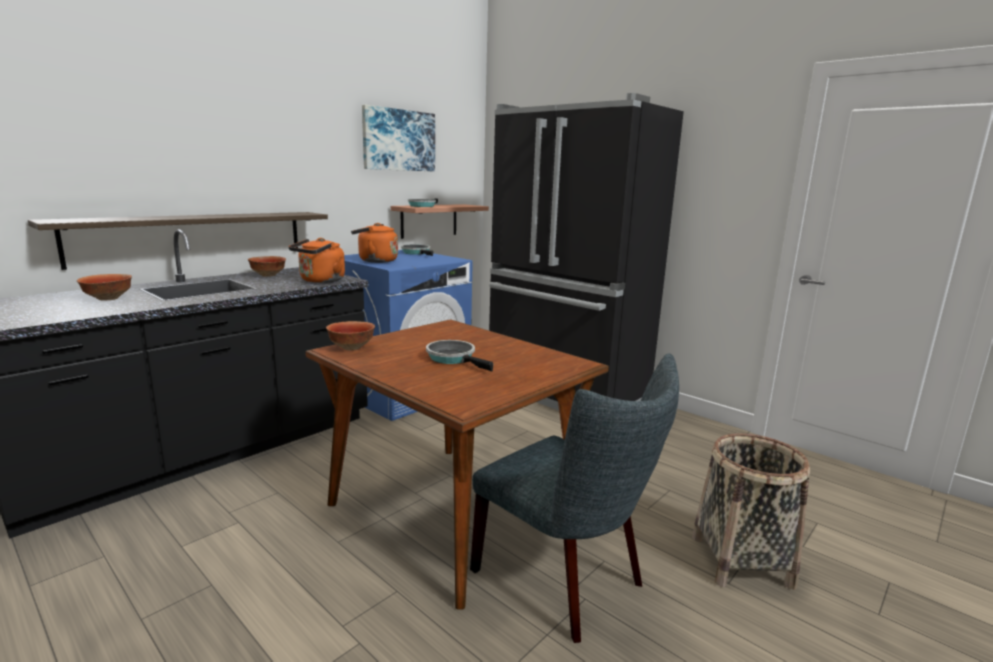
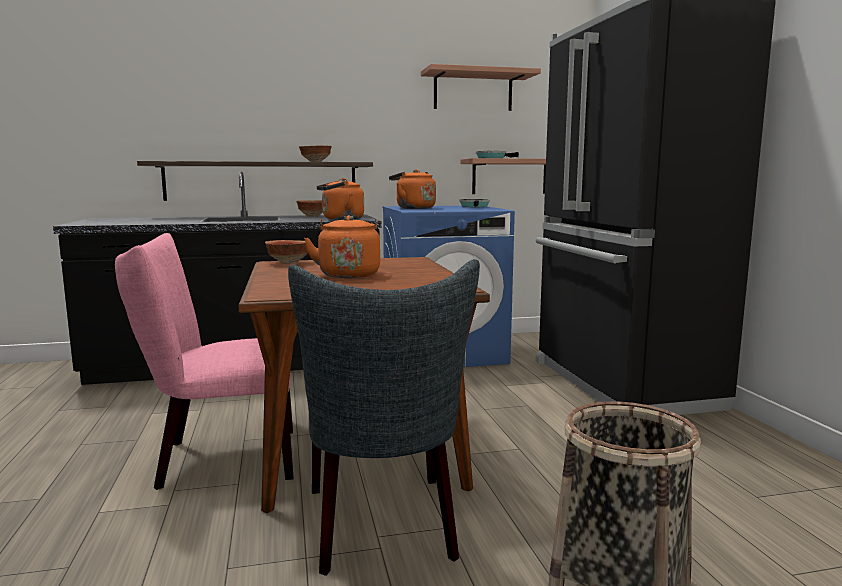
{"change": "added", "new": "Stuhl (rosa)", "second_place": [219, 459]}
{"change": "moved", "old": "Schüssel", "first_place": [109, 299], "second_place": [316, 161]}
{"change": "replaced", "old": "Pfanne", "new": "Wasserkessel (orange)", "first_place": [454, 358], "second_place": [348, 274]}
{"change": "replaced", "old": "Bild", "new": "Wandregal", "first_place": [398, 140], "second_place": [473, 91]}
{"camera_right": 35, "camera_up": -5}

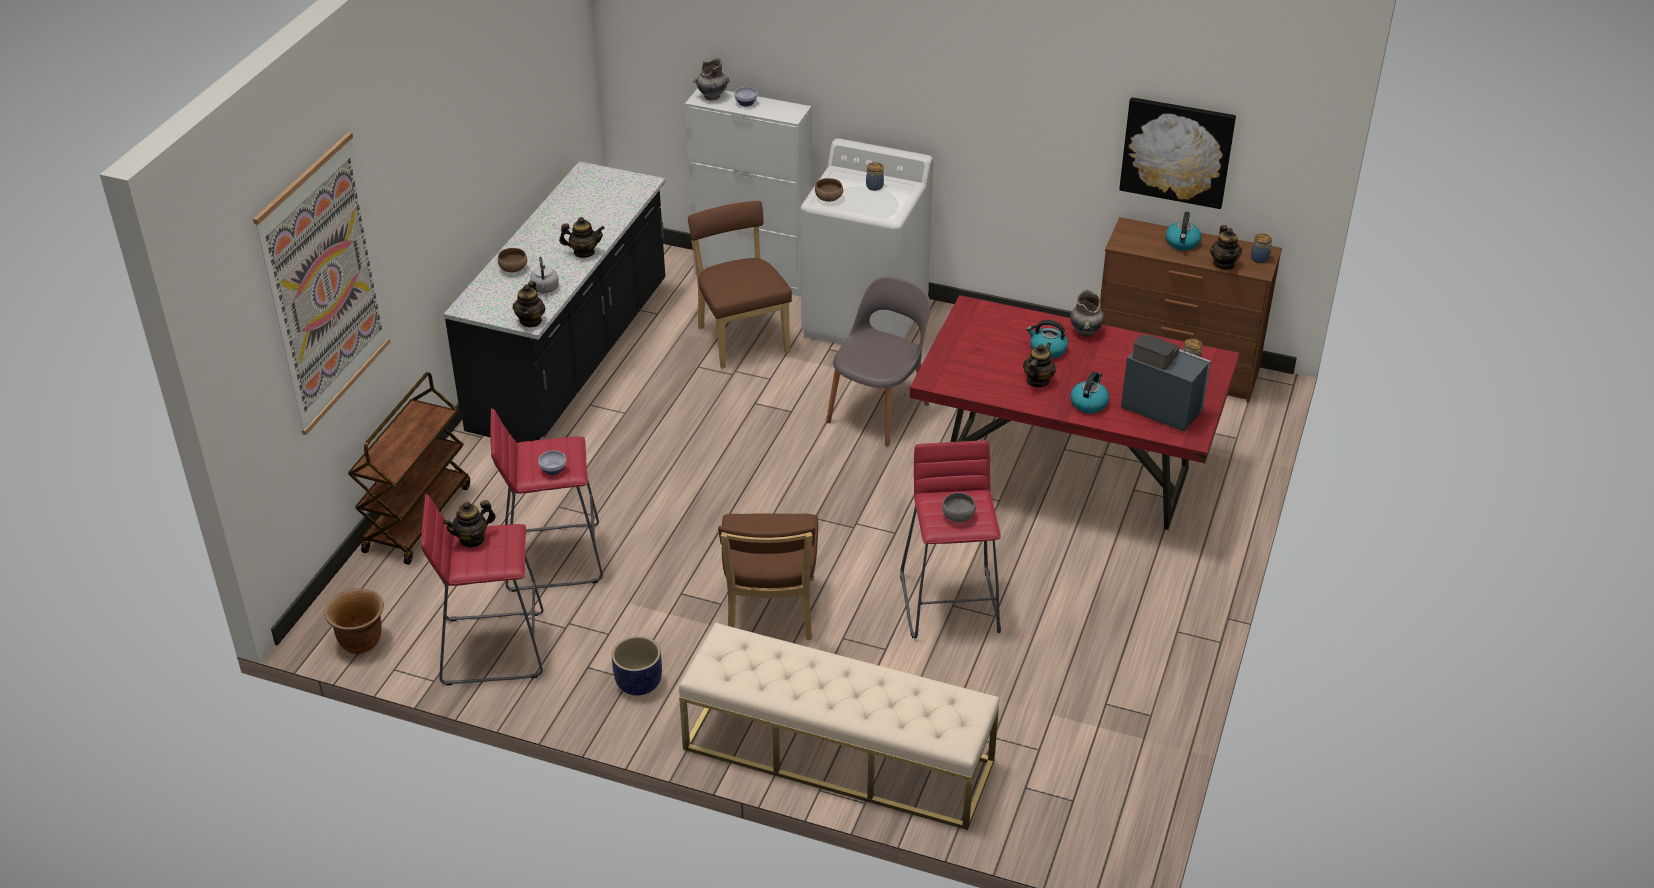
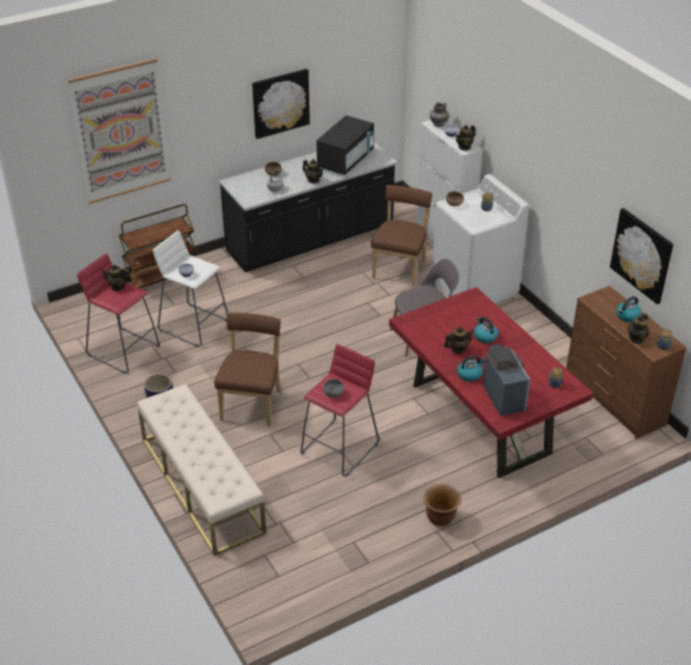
{"change": "recoloured", "old": "Hocker (rot)", "new": "Hocker (weiß)", "first_place": [552, 556], "second_place": [194, 325]}
{"change": "turned", "old": "Stuhl (braun)", "first_place": [770, 613], "second_place": [252, 403], "degrees": 150}
{"change": "added", "new": "Bild", "second_place": [280, 103]}
{"change": "added", "new": "Mikrowelle (schwarz)", "second_place": [345, 160]}
{"change": "moved", "old": "Pflanzkübel (braun)", "first_place": [361, 642], "second_place": [440, 518]}
{"change": "moved", "old": "Teekanne", "first_place": [531, 321], "second_place": [464, 147]}
{"change": "removed", "old": "Vase (grau)", "first_place": [1085, 332]}
{"camera_right": 40, "camera_up": 0}

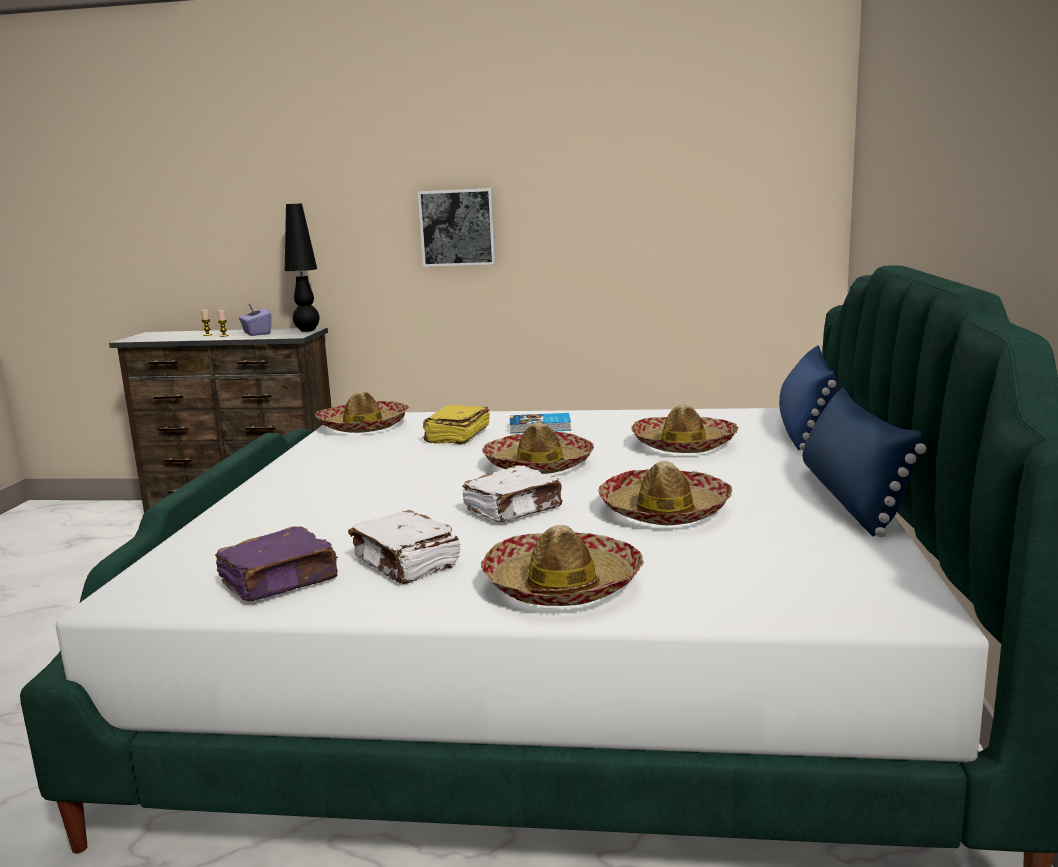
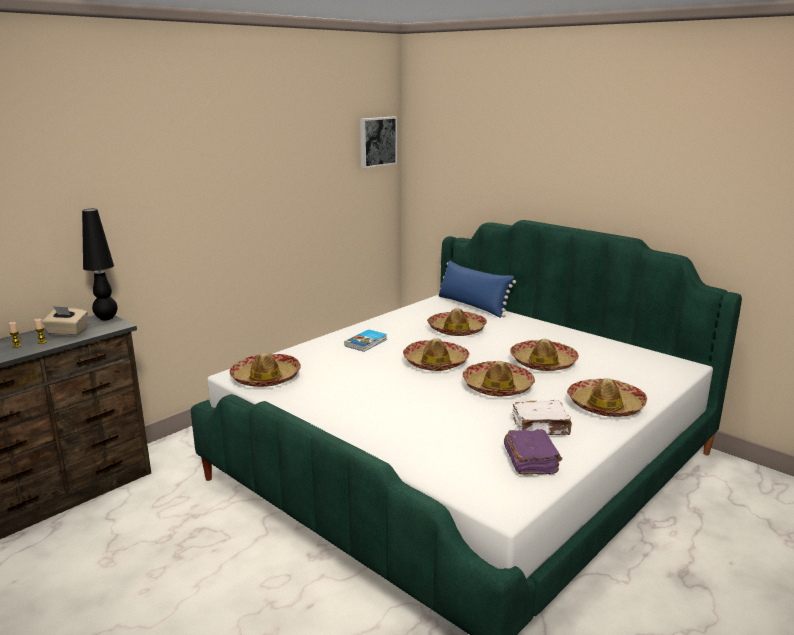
{"change": "recoloured", "old": "Taschentuchbox (lila)", "new": "Taschentuchbox (beige)", "first_place": [256, 333], "second_place": [67, 332]}
{"change": "moved", "old": "Bild", "first_place": [458, 227], "second_place": [377, 141]}
{"change": "replaced", "old": "Buch (weiß)", "new": "Hut", "first_place": [514, 510], "second_place": [498, 387]}
{"change": "removed", "old": "Buch (gelb)", "first_place": [457, 436]}
{"change": "removed", "old": "Kissen (blau)", "first_place": [851, 499]}
{"camera_right": -55, "camera_up": 5}

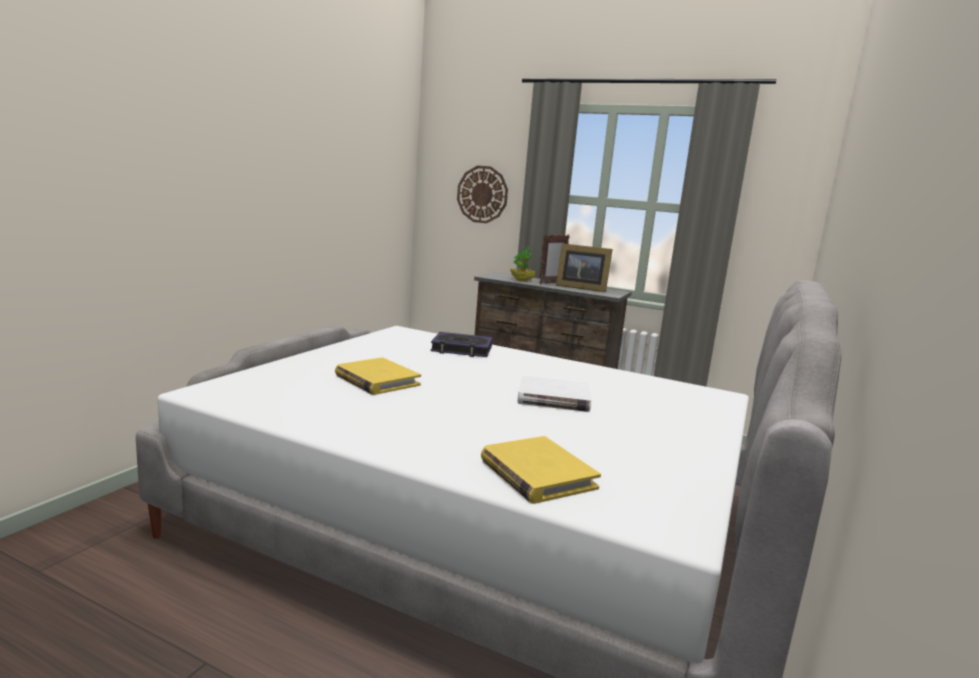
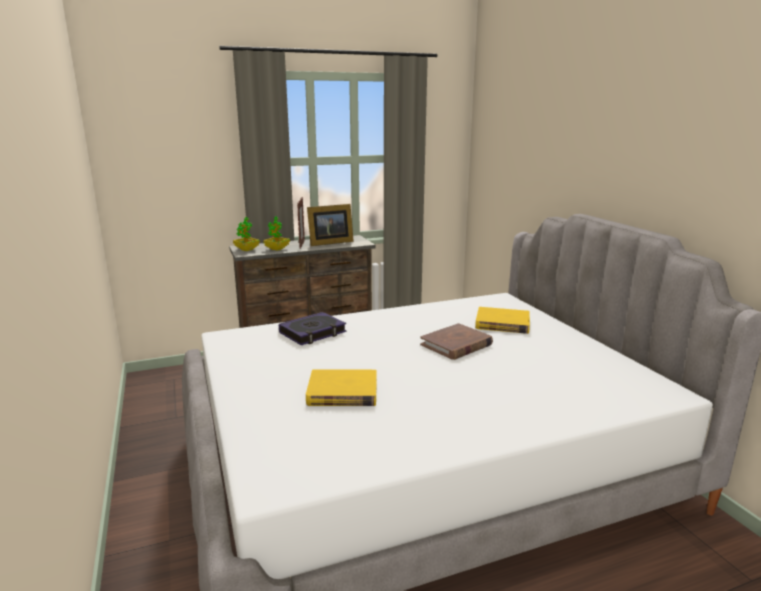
{"change": "added", "new": "Topfpflanze", "second_place": [247, 249]}
{"change": "recoloured", "old": "Buch (weiß)", "new": "Buch (braun)", "first_place": [553, 398], "second_place": [456, 345]}
{"change": "moved", "old": "Buch (gelb)", "first_place": [537, 474], "second_place": [502, 323]}
{"change": "removed", "old": "Wanduhr", "first_place": [482, 194]}
{"camera_right": -45, "camera_up": 5}

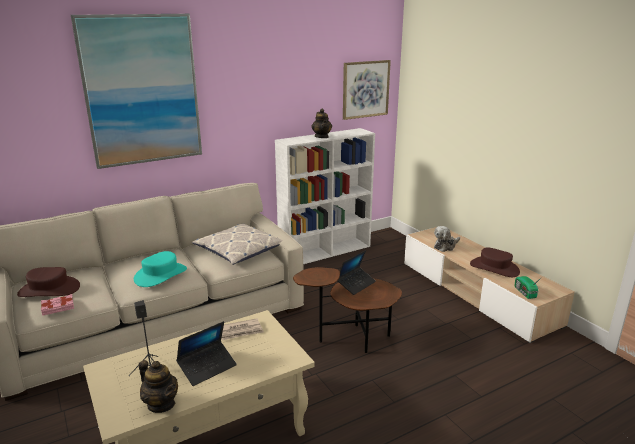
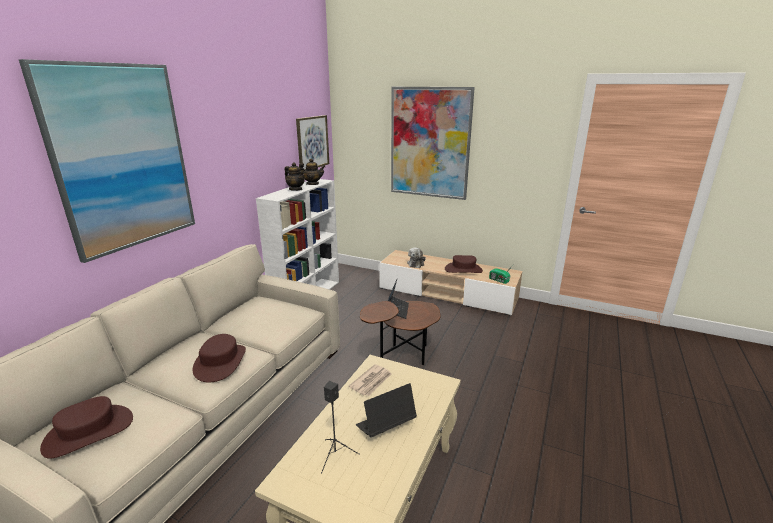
{"change": "recoloured", "old": "Hut (türkis)", "new": "Hut (braun)", "first_place": [161, 275], "second_place": [220, 362]}
{"change": "moved", "old": "Teekanne", "first_place": [161, 404], "second_place": [312, 184]}
{"change": "turned", "old": "Laptop", "first_place": [207, 367], "second_place": [385, 426], "degrees": -135}
{"change": "added", "new": "Bild", "second_place": [429, 143]}
{"change": "removed", "old": "Buch (rosa)", "first_place": [58, 307]}
{"change": "removed", "old": "Kissen", "first_place": [239, 250]}
{"camera_right": -35, "camera_up": 0}

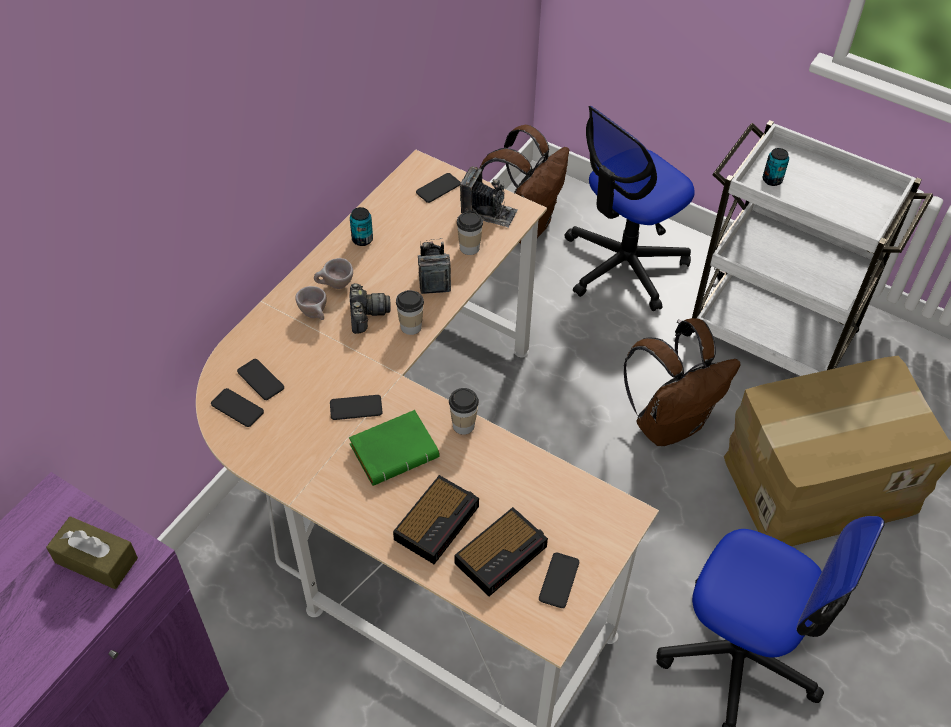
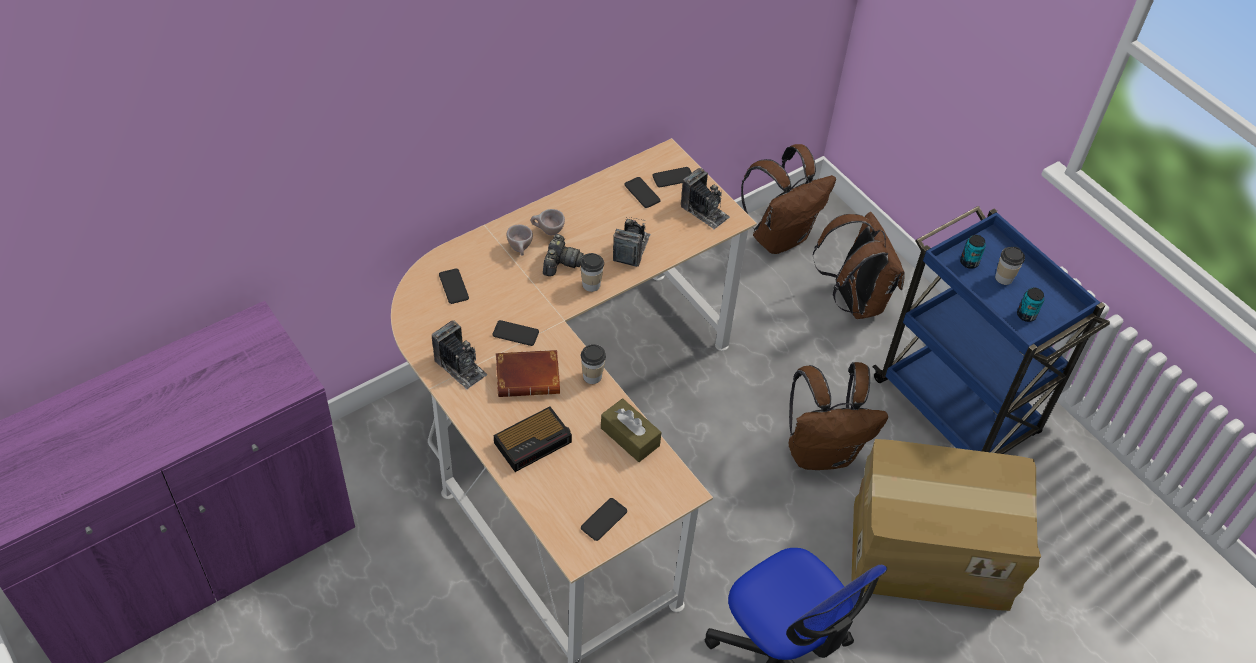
{"change": "added", "new": "Kamera", "second_place": [460, 367]}
{"change": "recoloured", "old": "Buch (grün)", "new": "Buch (braun)", "first_place": [395, 450], "second_place": [529, 376]}
{"change": "moved", "old": "Taschentuchbox (braun)", "first_place": [96, 560], "second_place": [630, 437]}
{"change": "moved", "old": "Handy", "first_place": [237, 408], "second_place": [642, 193]}
{"change": "replaced", "old": "Bürostuhl", "new": "Rucksack (braun)", "first_place": [623, 265], "second_place": [853, 300]}
{"change": "recoloured", "old": "Rollwagen (weiß)", "new": "Rollwagen (blau)", "first_place": [771, 336], "second_place": [958, 410]}
{"change": "moved", "old": "Tasse", "first_place": [469, 248], "second_place": [1004, 278]}
{"change": "moved", "old": "Dose", "first_place": [362, 239], "second_place": [1026, 315]}
{"change": "removed", "old": "Wecker", "first_place": [502, 553]}
{"camera_right": 20, "camera_up": 0}

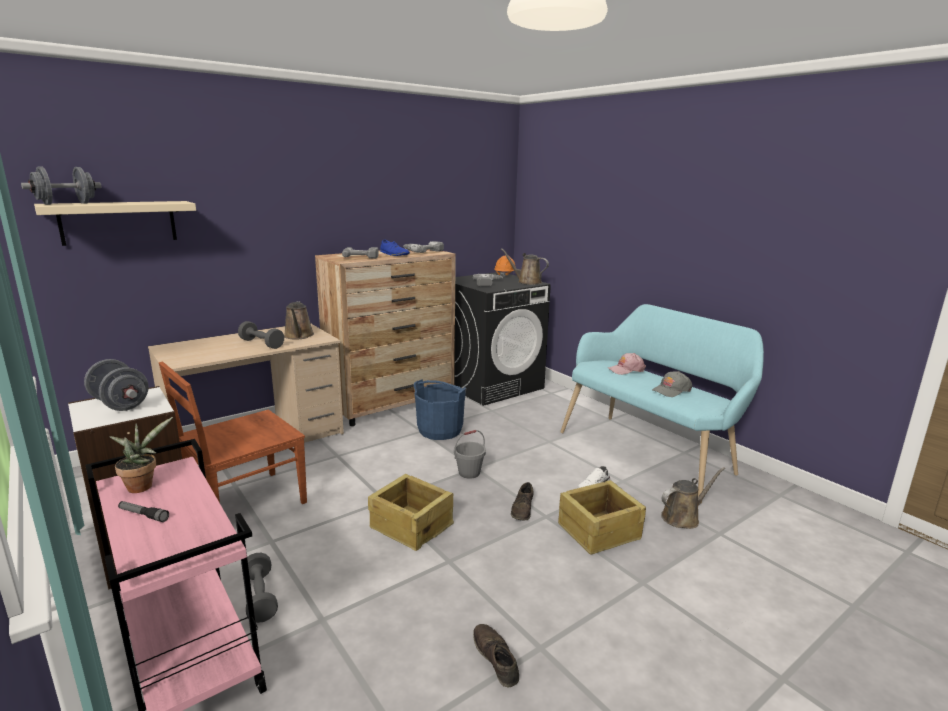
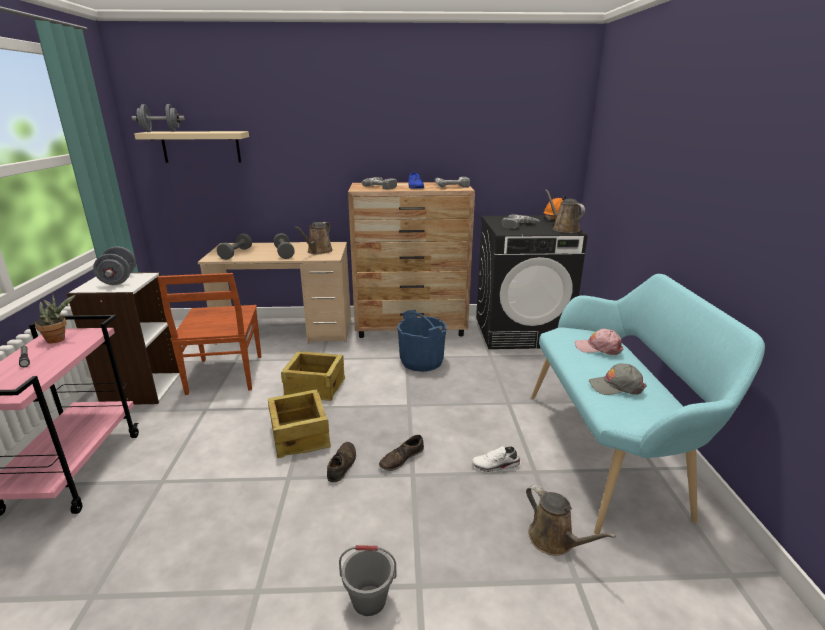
{"change": "turned", "old": "Stuhl (braun)", "first_place": [245, 503], "second_place": [225, 375], "degrees": -90}
{"change": "moved", "old": "Hantel (grau)", "first_place": [260, 597], "second_place": [236, 254]}
{"change": "moved", "old": "Kiste", "first_place": [598, 530], "second_place": [315, 387]}
{"change": "moved", "old": "Schuh (braun)", "first_place": [495, 658], "second_place": [342, 465]}
{"change": "moved", "old": "Eimer (grau)", "first_place": [469, 472], "second_place": [369, 599]}
{"change": "turned", "old": "Gießkanne (braun)", "first_place": [683, 517], "second_place": [554, 540], "degrees": 45}
{"camera_right": 35, "camera_up": 5}

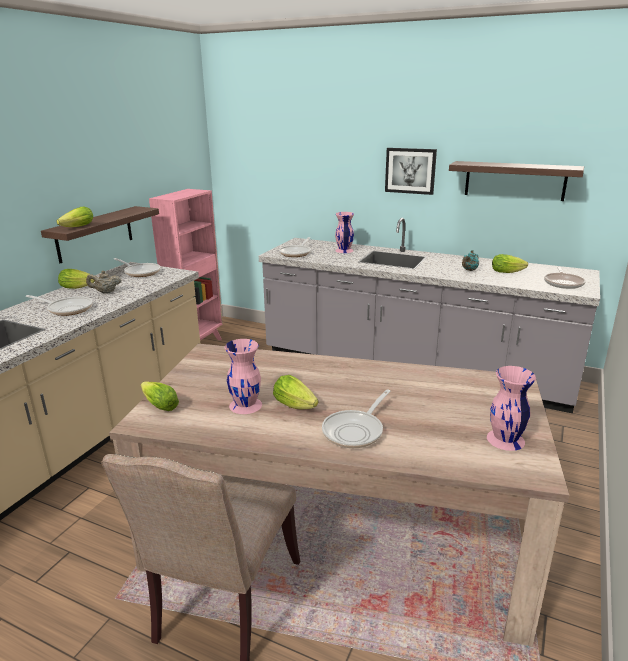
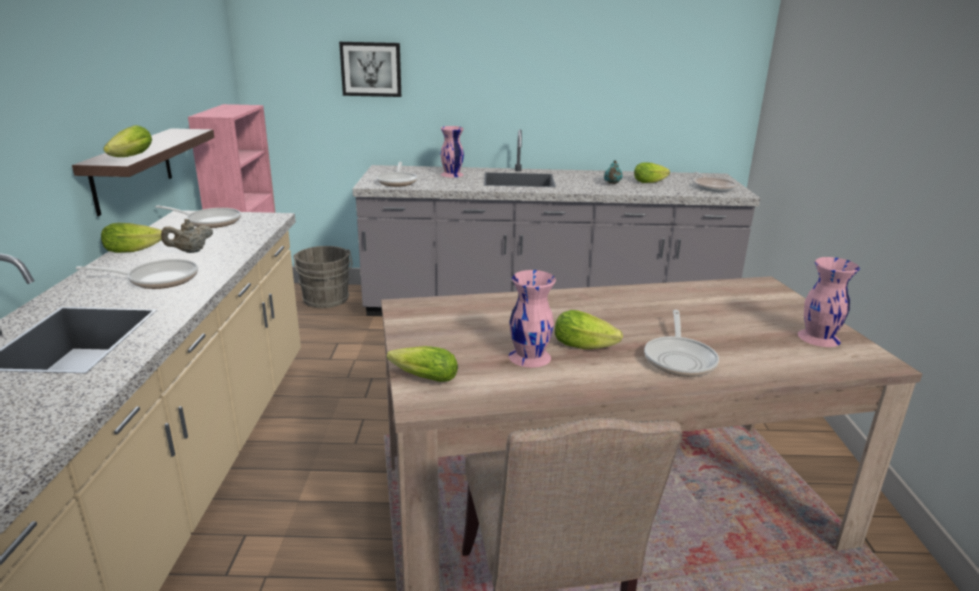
{"change": "added", "new": "Eimer (grau)", "second_place": [326, 300]}
{"change": "moved", "old": "Bild", "first_place": [410, 170], "second_place": [371, 69]}
{"change": "removed", "old": "Wandregal", "first_place": [514, 180]}
{"camera_right": -25, "camera_up": 0}

